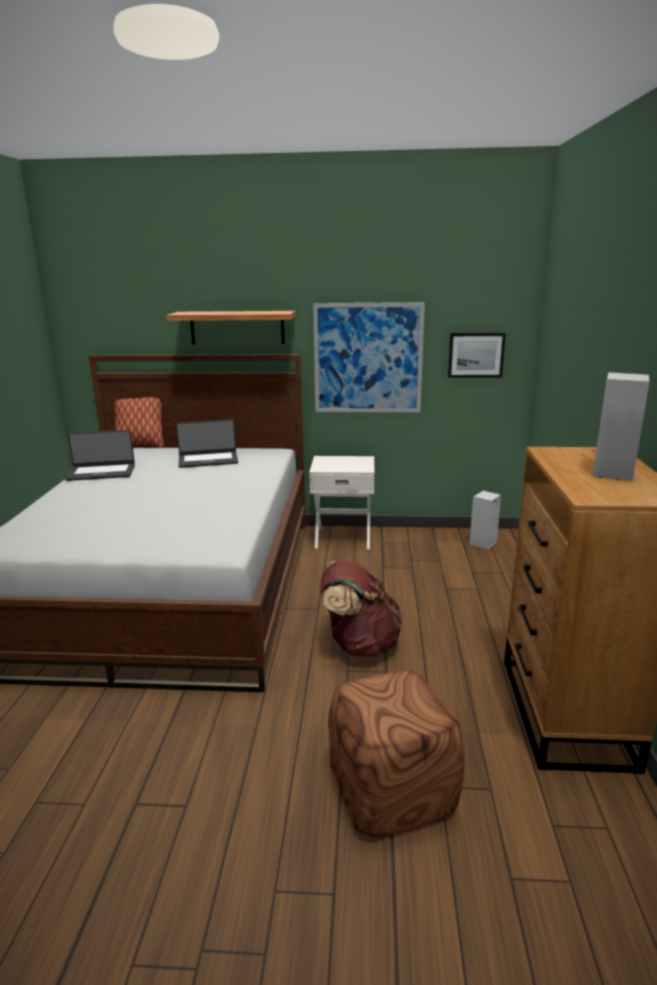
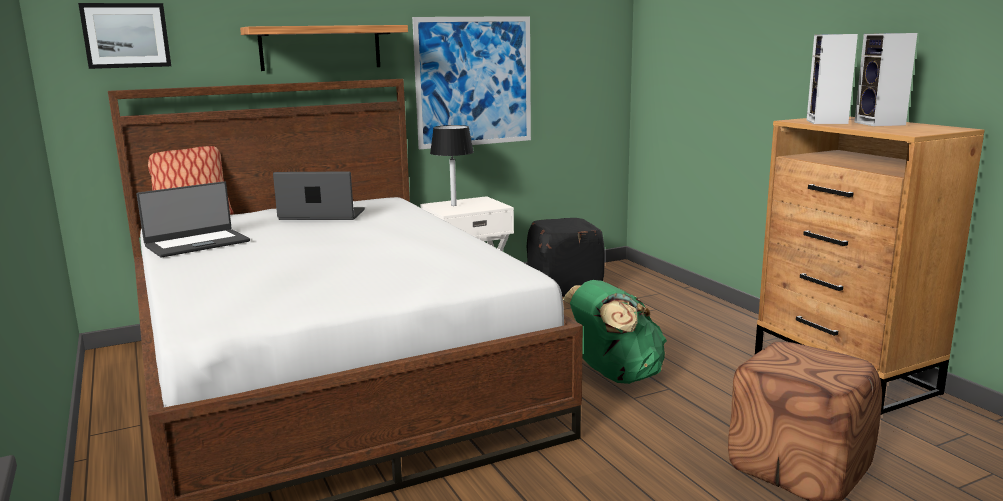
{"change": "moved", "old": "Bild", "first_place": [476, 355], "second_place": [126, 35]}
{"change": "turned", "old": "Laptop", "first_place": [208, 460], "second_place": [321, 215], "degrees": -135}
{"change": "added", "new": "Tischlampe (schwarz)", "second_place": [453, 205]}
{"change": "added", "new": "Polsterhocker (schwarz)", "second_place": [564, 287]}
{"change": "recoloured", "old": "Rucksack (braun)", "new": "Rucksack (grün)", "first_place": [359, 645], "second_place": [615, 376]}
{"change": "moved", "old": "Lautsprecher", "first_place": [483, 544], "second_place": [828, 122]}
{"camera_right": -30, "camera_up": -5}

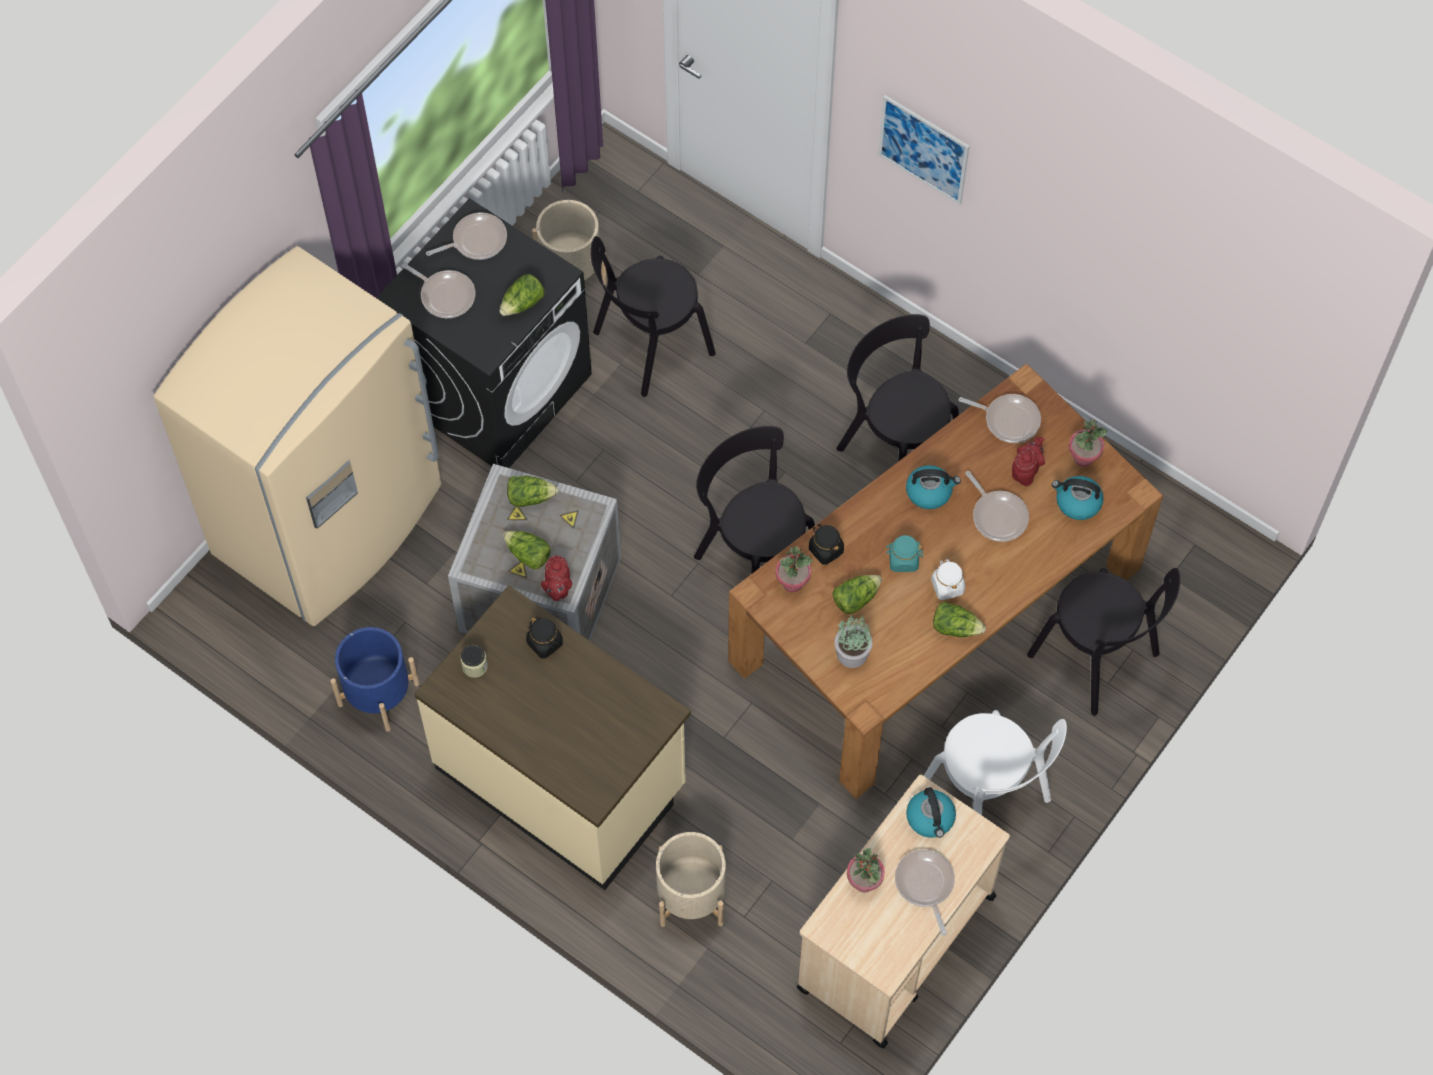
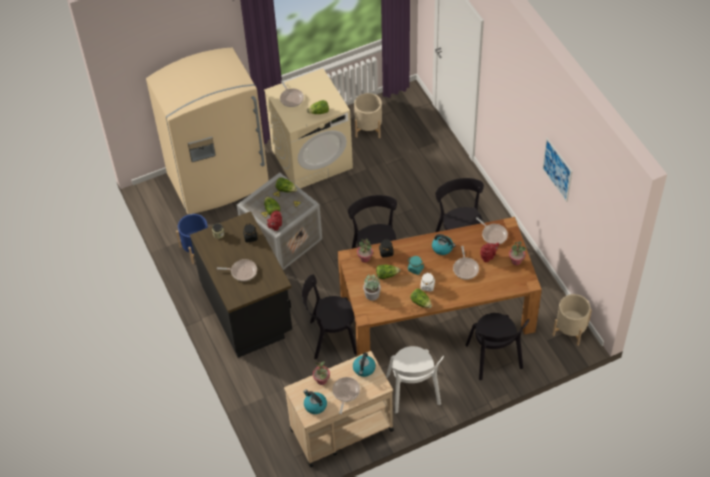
{"change": "recoloured", "old": "Küchenzeile (beige)", "new": "Küchenzeile (schwarz)", "first_place": [562, 776], "second_place": [248, 309]}
{"change": "moved", "old": "Pfanne", "first_place": [476, 240], "second_place": [242, 271]}
{"change": "recoloured", "old": "Waschmaschine (schwarz)", "new": "Waschmaschine (beige)", "first_place": [496, 388], "second_place": [312, 158]}
{"change": "moved", "old": "Stuhl (schwarz)", "first_place": [649, 346], "second_place": [330, 337]}
{"change": "moved", "old": "Wasserkessel", "first_place": [1077, 502], "second_place": [315, 405]}
{"change": "moved", "old": "Bild", "first_place": [923, 149], "second_place": [557, 169]}
{"change": "moved", "old": "Pflanzkübel (beige)", "first_place": [691, 896], "second_place": [570, 330]}
{"camera_right": 30, "camera_up": -10}

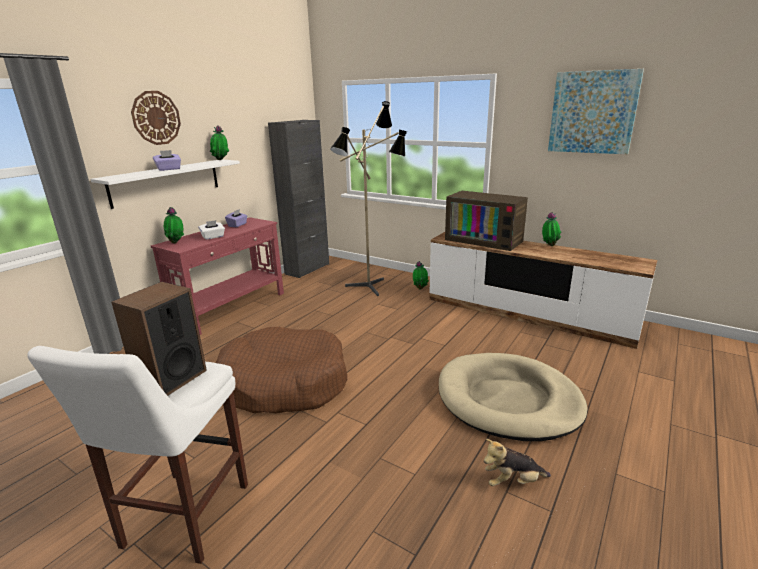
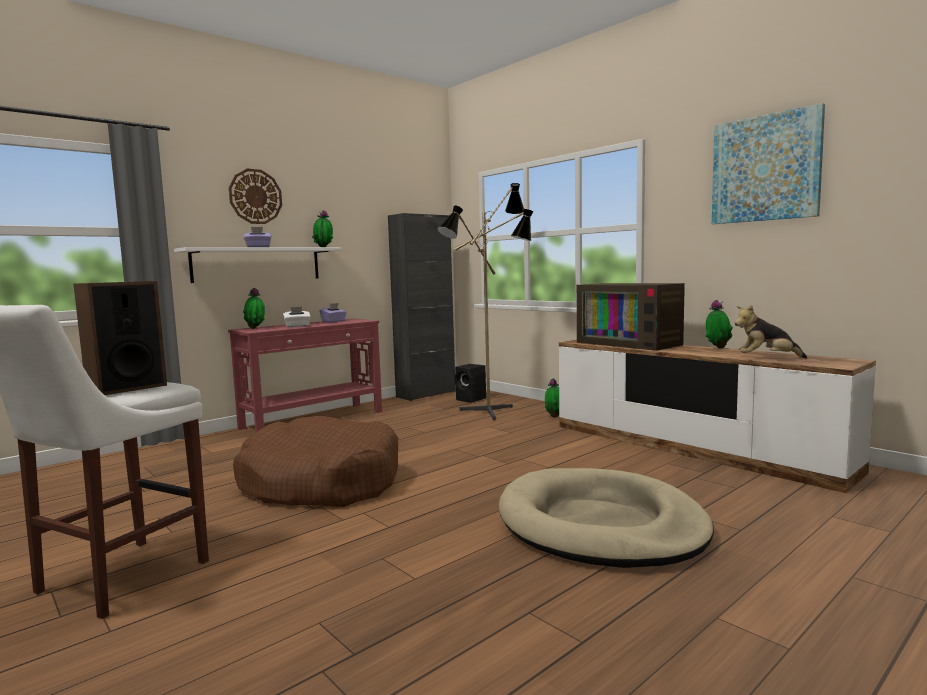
{"change": "added", "new": "Lautsprecher (schwarz)", "second_place": [471, 399]}
{"change": "moved", "old": "Plüschtier", "first_place": [513, 481], "second_place": [766, 359]}
{"camera_right": 15, "camera_up": -15}

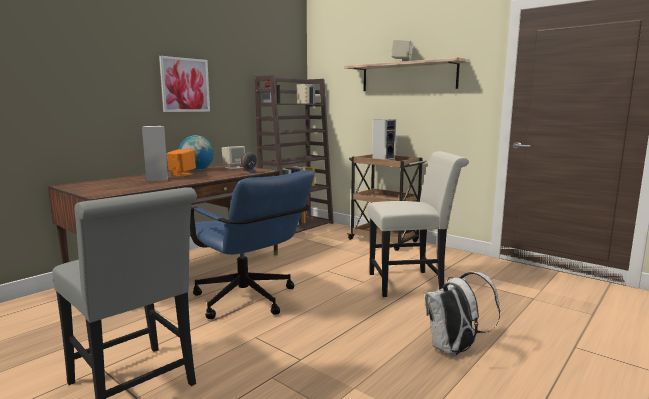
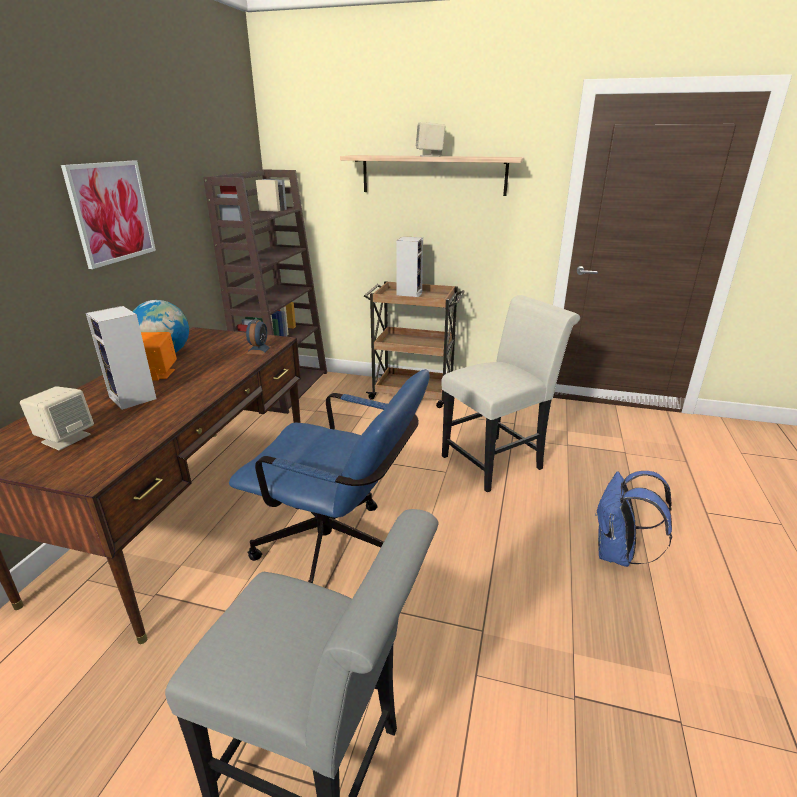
{"change": "moved", "old": "Lautsprecher (beige)", "first_place": [234, 168], "second_place": [66, 438]}
{"change": "recoloured", "old": "Rucksack (weiß)", "new": "Rucksack (blau)", "first_place": [454, 350], "second_place": [618, 554]}
{"camera_right": -25, "camera_up": 15}

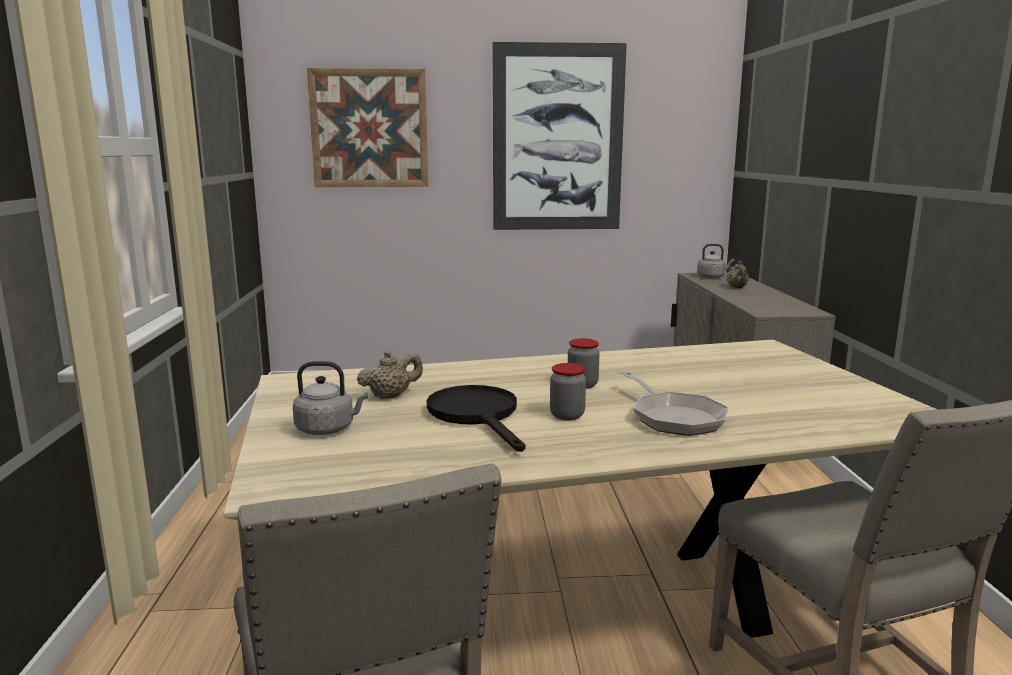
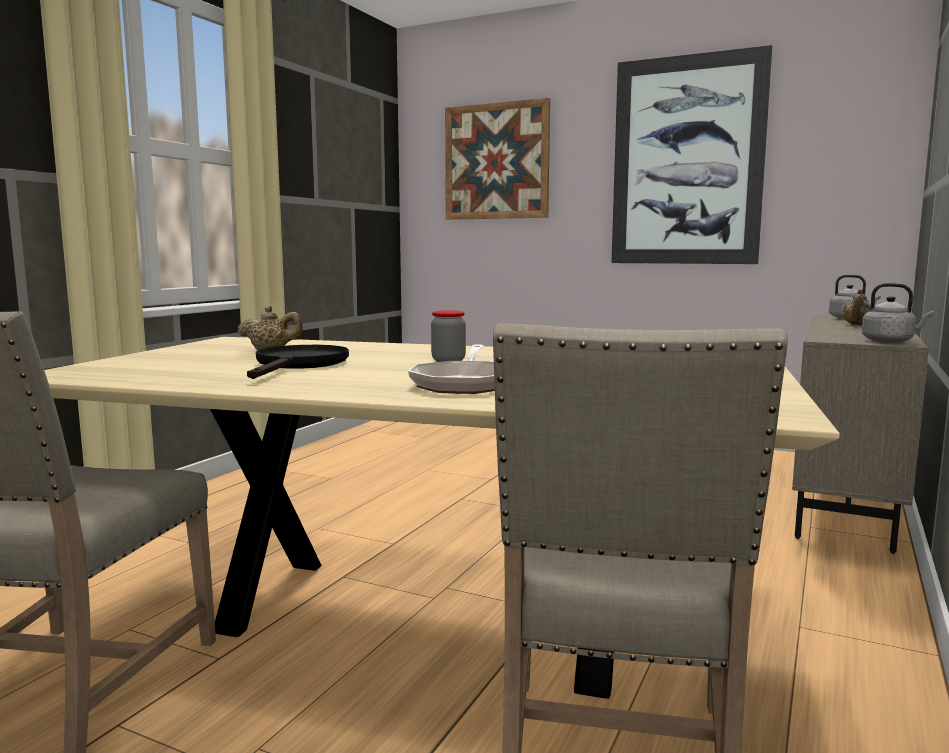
{"change": "moved", "old": "Wasserkessel (grau)", "first_place": [328, 429], "second_place": [890, 341]}
{"change": "removed", "old": "Vorratsglas", "first_place": [567, 415]}
{"camera_right": 30, "camera_up": -5}

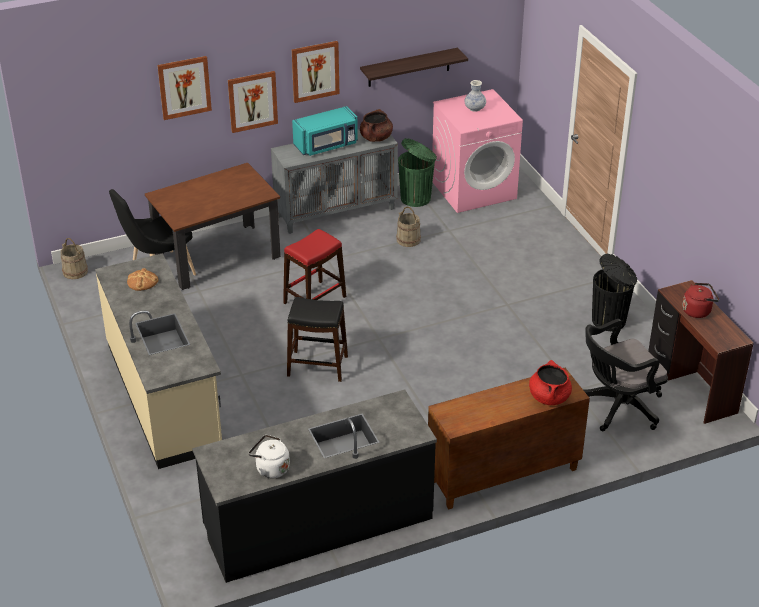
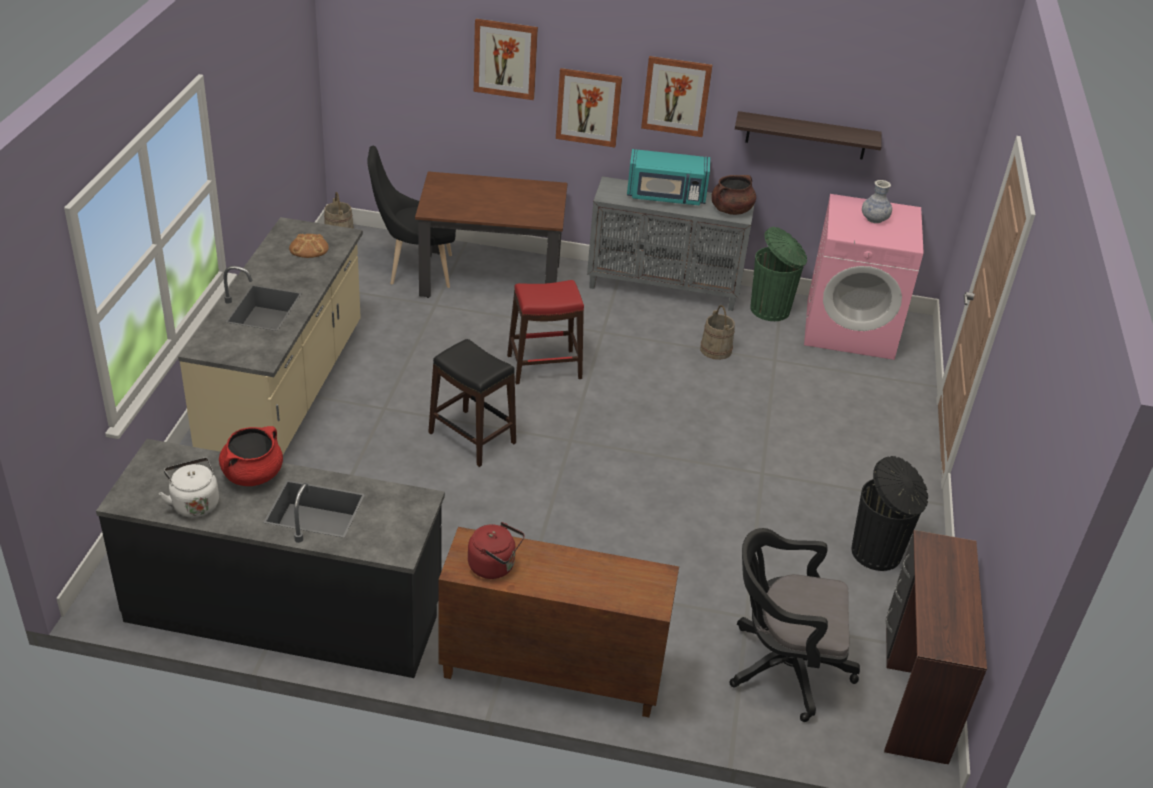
{"change": "moved", "old": "Kochtopf (rot)", "first_place": [549, 397], "second_place": [253, 474]}
{"change": "moved", "old": "Wasserkessel (rot)", "first_place": [698, 311], "second_place": [494, 566]}
{"camera_right": 30, "camera_up": 0}

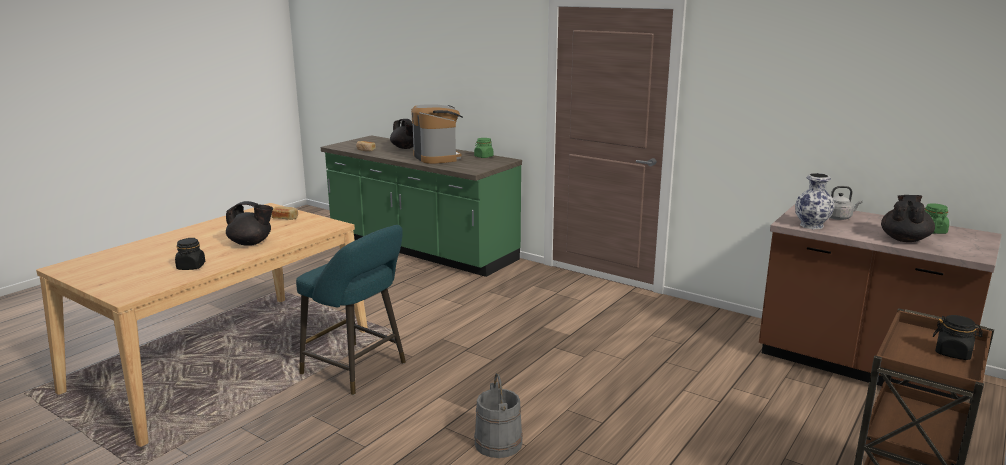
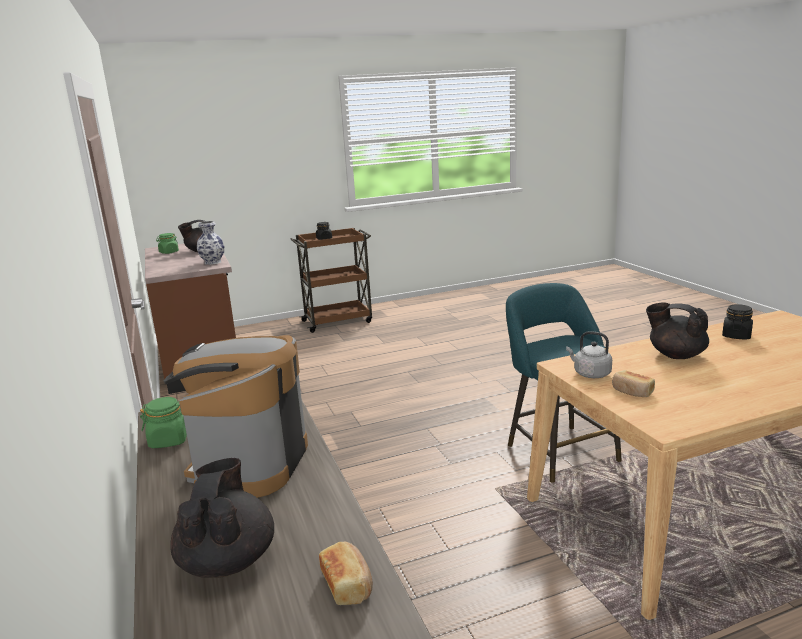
{"change": "moved", "old": "Wasserkessel (grau)", "first_place": [839, 217], "second_place": [590, 374]}
{"change": "removed", "old": "Eimer (grau)", "first_place": [498, 443]}
{"camera_right": -145, "camera_up": 0}

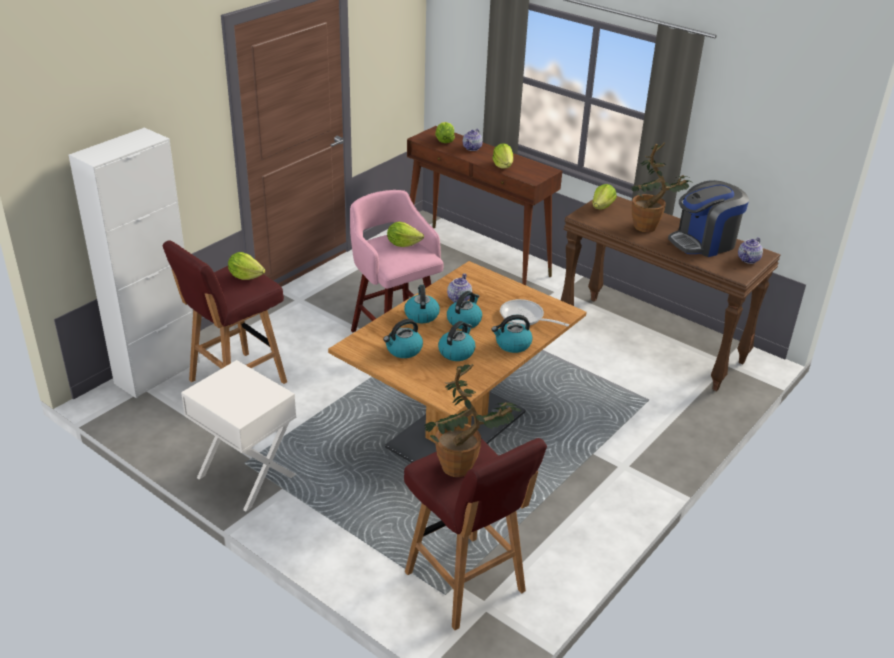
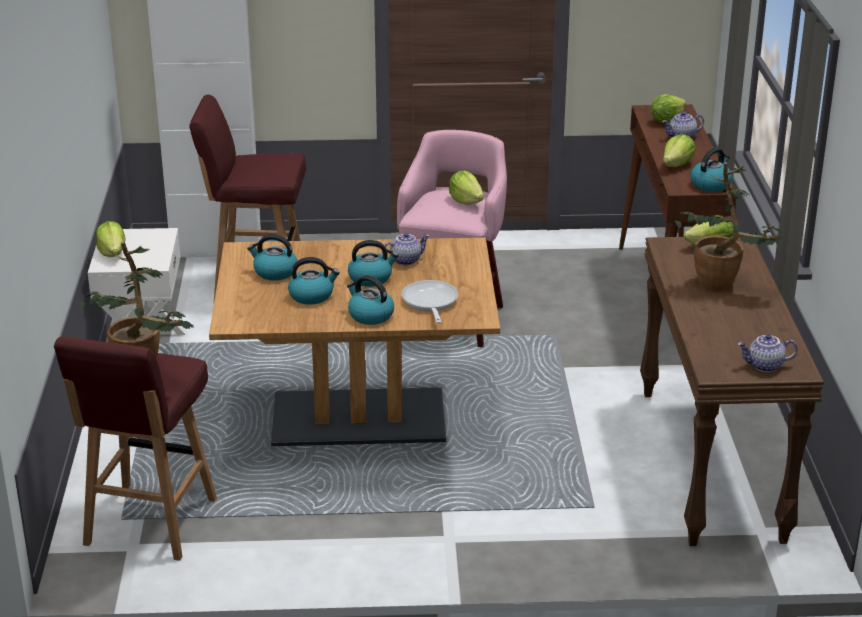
{"change": "moved", "old": "Salatkopf", "first_place": [245, 276], "second_place": [112, 253]}
{"change": "moved", "old": "Wasserkessel", "first_place": [421, 315], "second_place": [710, 184]}
{"change": "removed", "old": "Kaffeemaschine", "first_place": [704, 242]}
{"camera_right": 50, "camera_up": -5}

